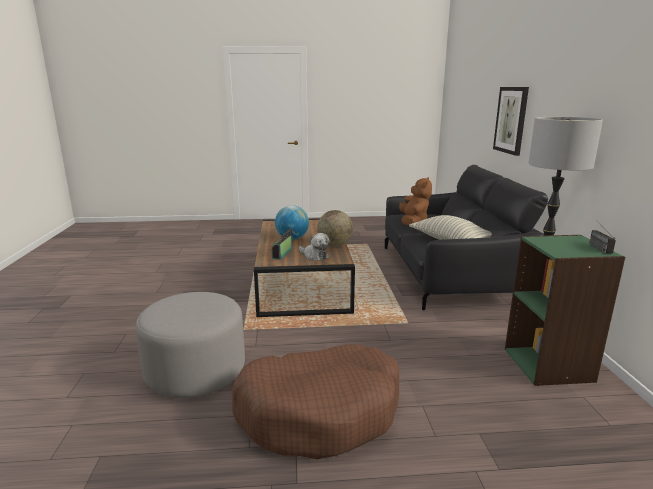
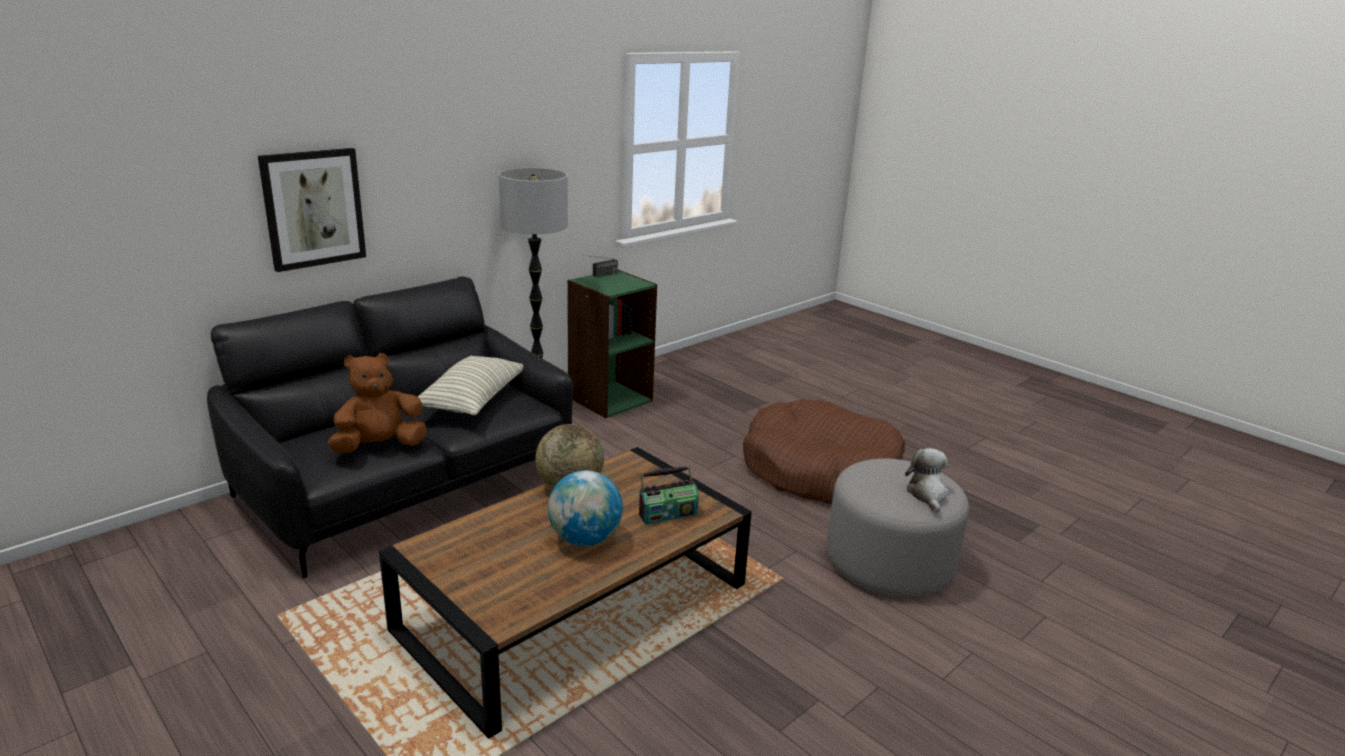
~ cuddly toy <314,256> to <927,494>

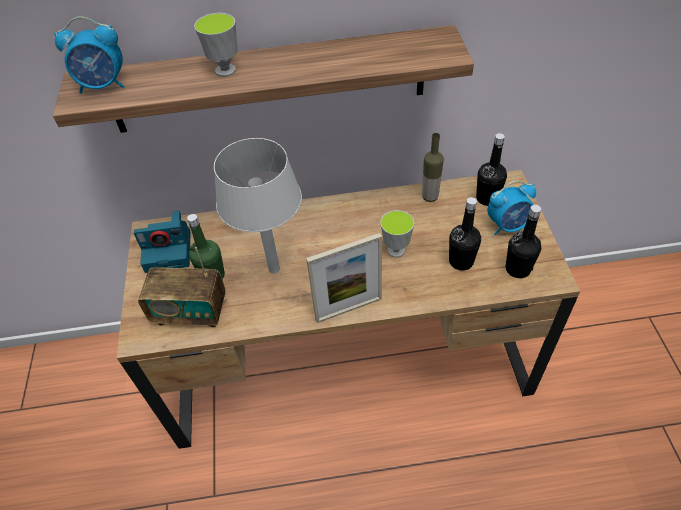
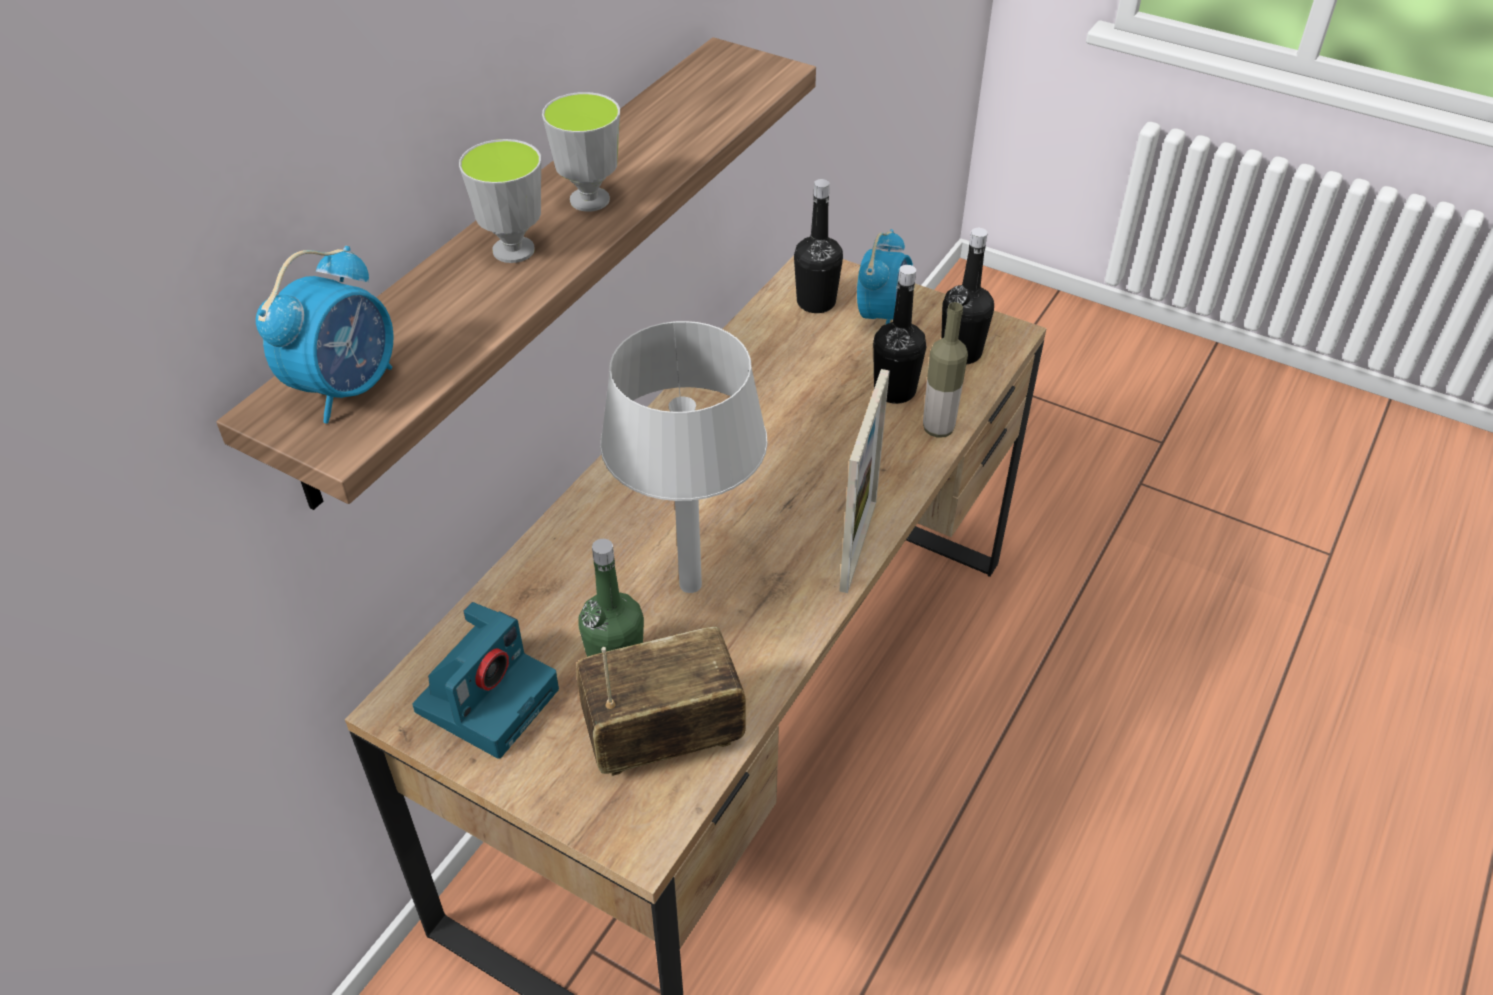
~ drinking cup <396,250> to <589,200>
~ radio <190,312> = <664,736> 150 degrees counterclockwise
~ beverage bottle <430,197> to <938,428>

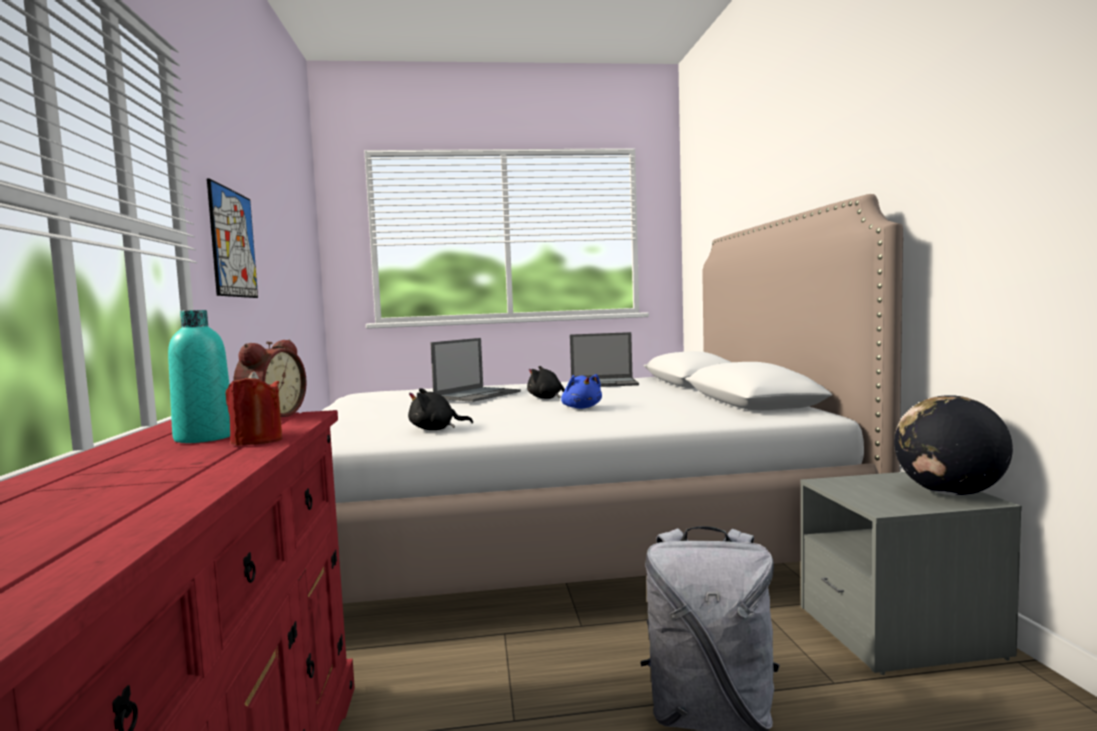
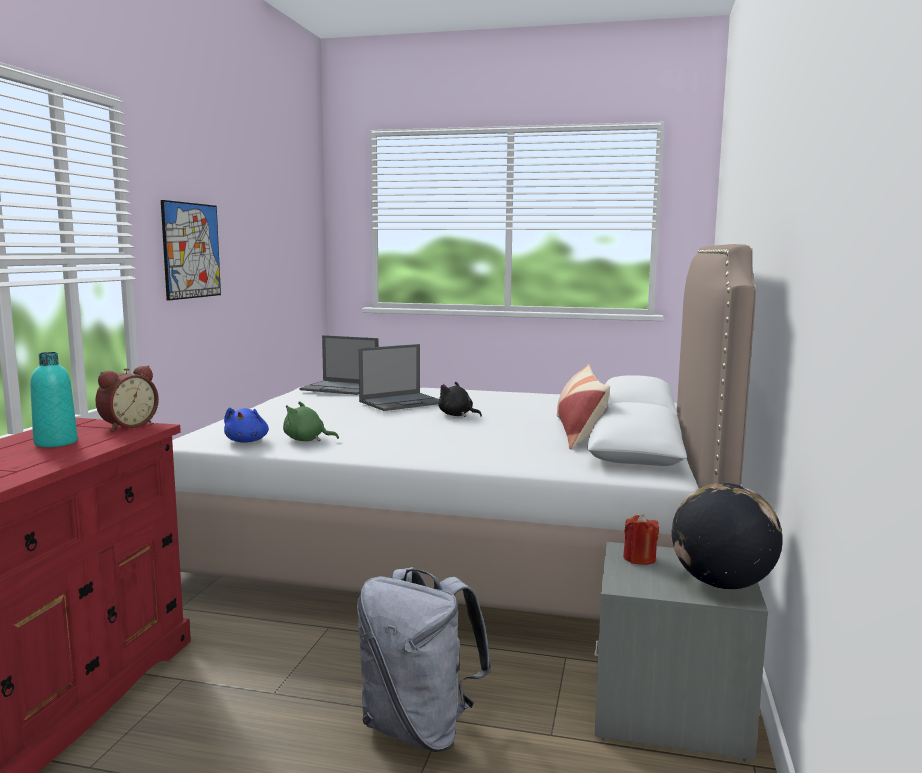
~ blue cuddly toy <581,408> to <247,441>
~ blackish cuddly toy <436,429> to greenish cuddly toy <306,440>
~ notebook computer <604,383> to <341,388>
+ throw pillow <579,432>
~ reddish wax candle <257,441> to <639,559>

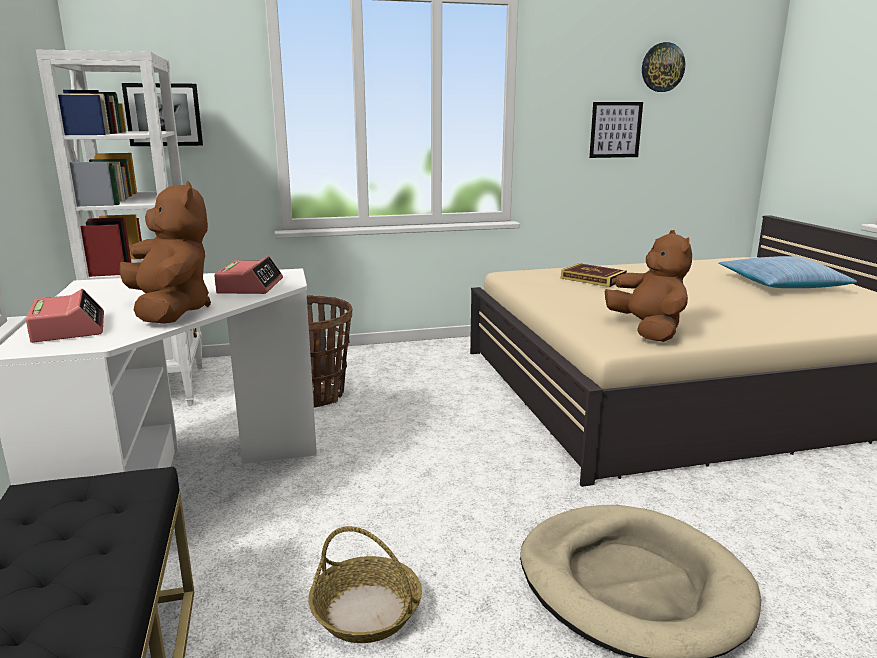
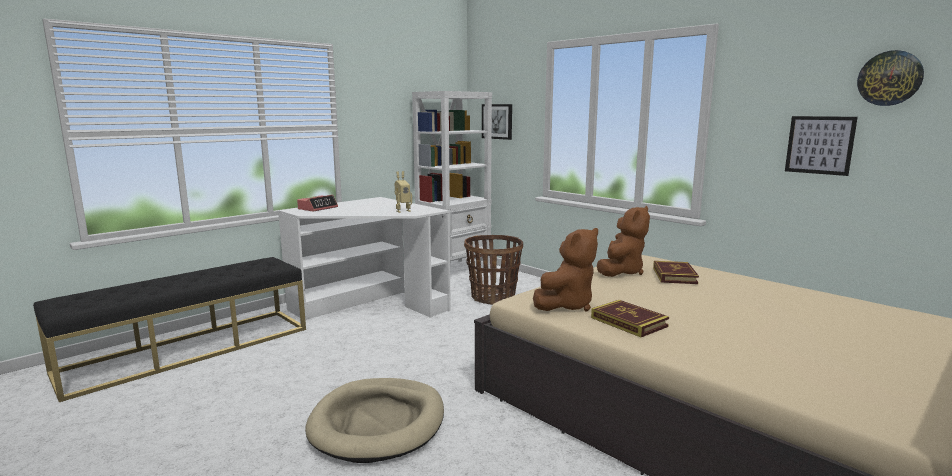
~ table clock <250,286> to toy robot <402,211>
+ book <629,322>
~ brownish cuddly toy <171,311> to <621,272>
- basket <365,611>
- throw pillow <781,285>

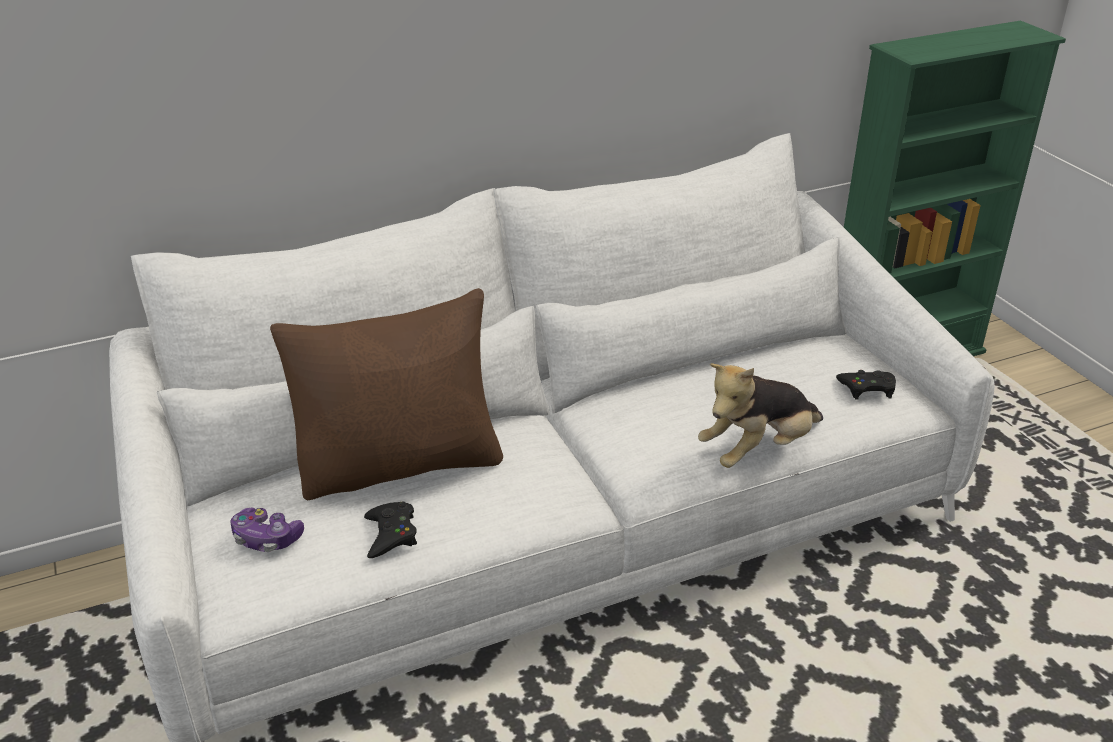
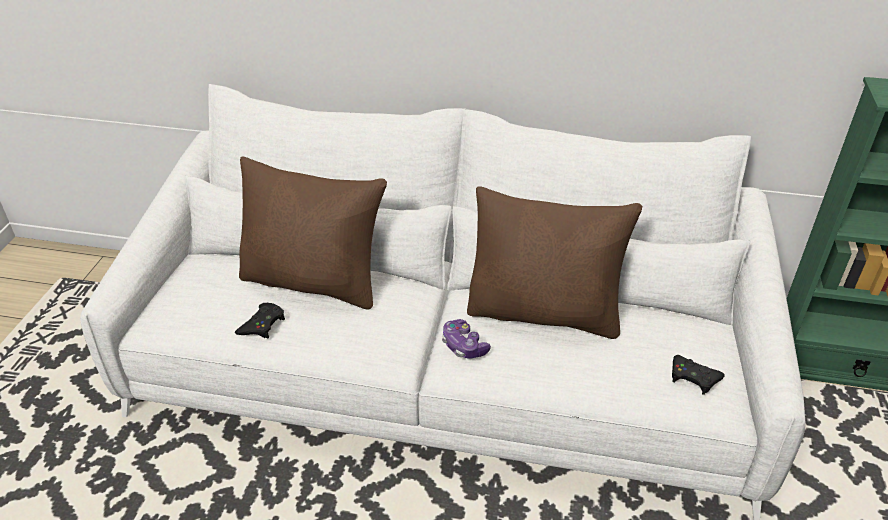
~ gamepad <267,539> to <463,346>
+ brownish throw pillow <545,312>
- cuddly toy <758,450>

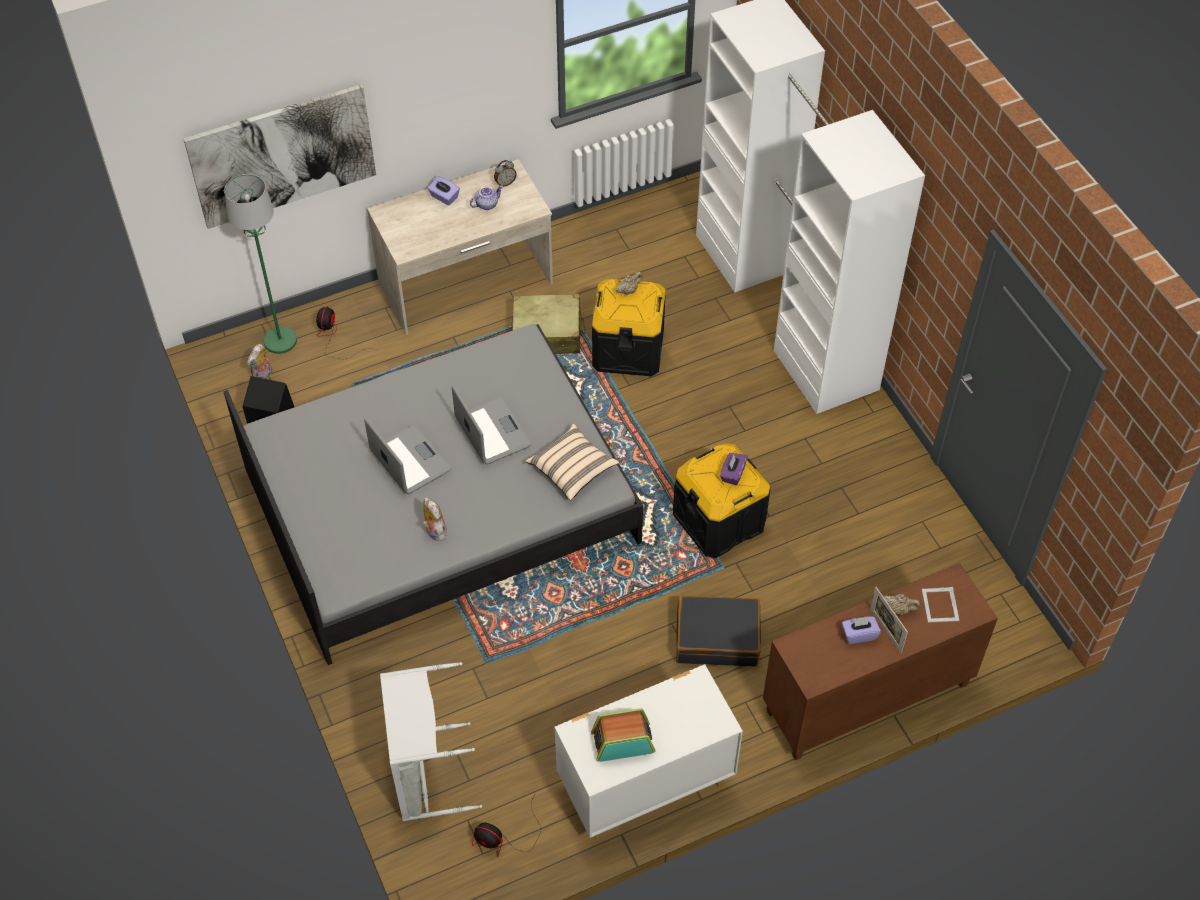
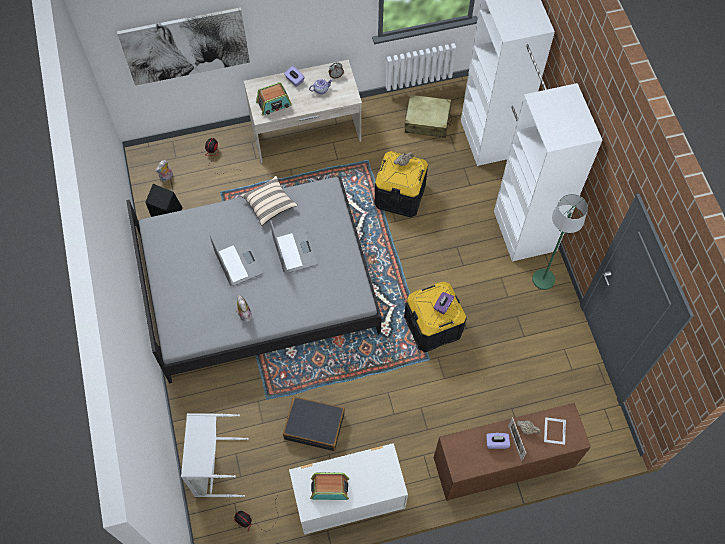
~ beige throw pillow <572,469> to <269,204>
+ radio <274,104>
~ blackish piece of luggage <717,637> to <314,426>
~ beige piece of luggage <547,333> to <427,121>
~ greenish floor lamp <280,340> to <543,279>

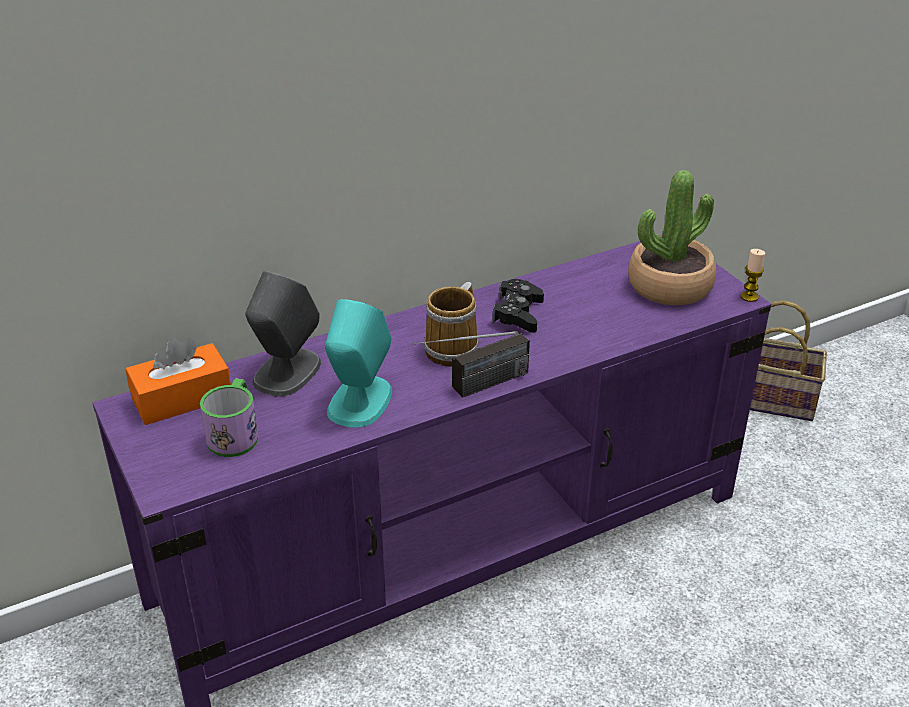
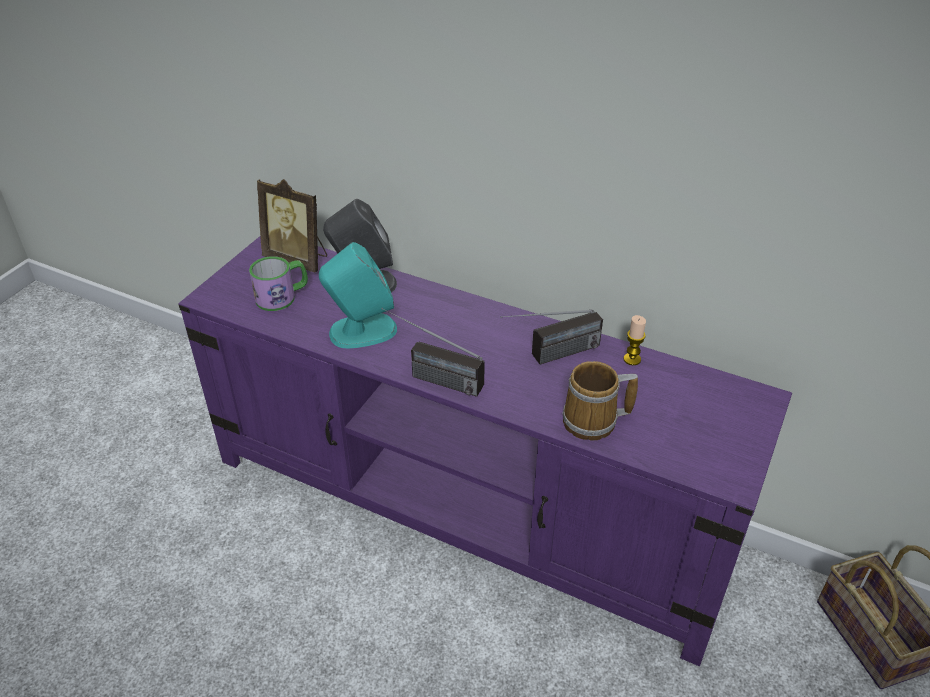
~ orange-coloured tissue holder <182,399> to picture frame <298,259>
~ blackish gamepad <518,313> to radio <550,356>
~ tea mug <455,348> to <593,422>
~ wax candle <749,297> to <632,359>
- plant in a pot <669,286>

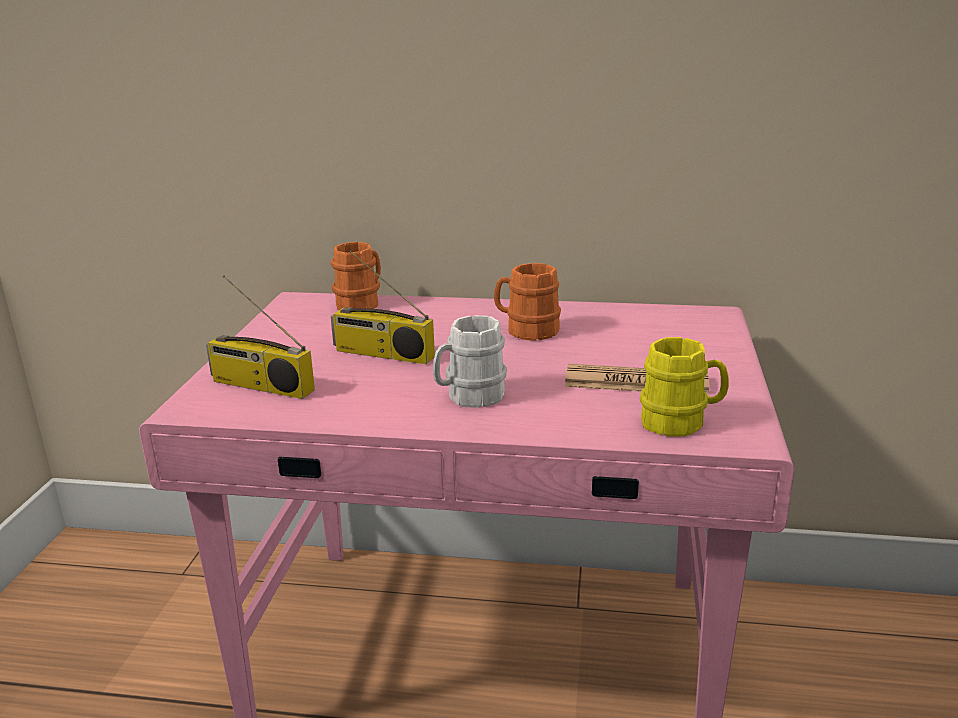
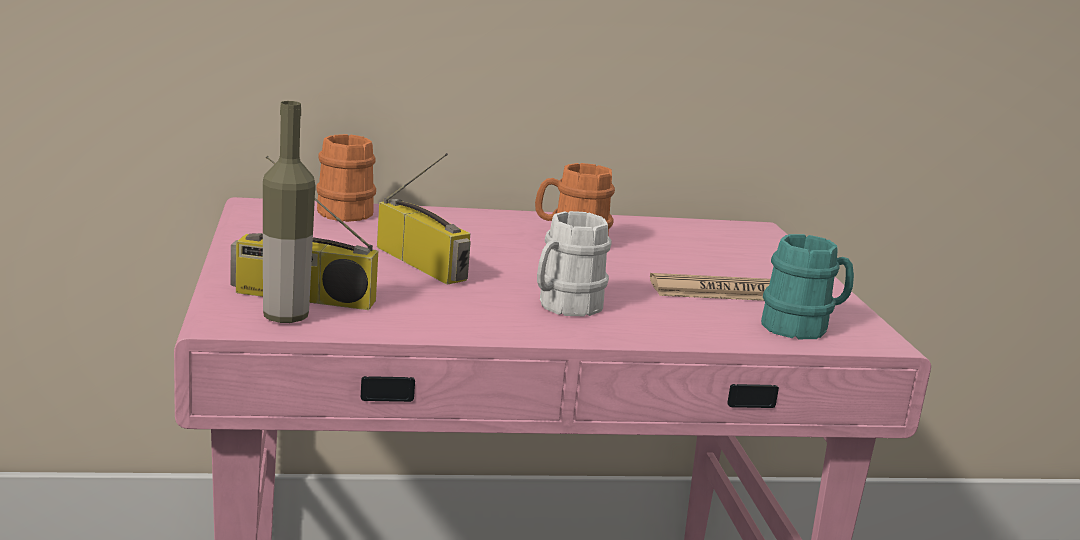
+ beverage bottle <285,317>
~ radio <382,354> = <423,264> 135 degrees counterclockwise
~ yellow-coloured tea mug <681,422> to turquoise tea mug <803,327>

